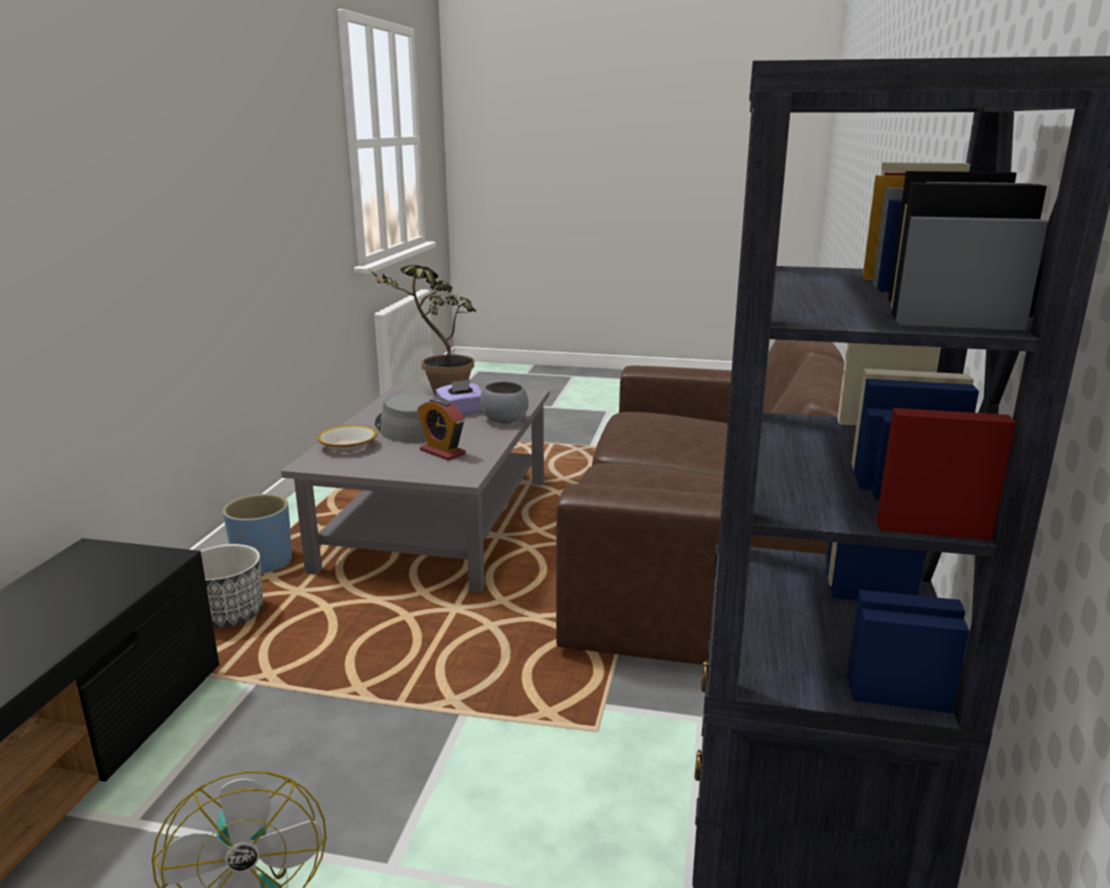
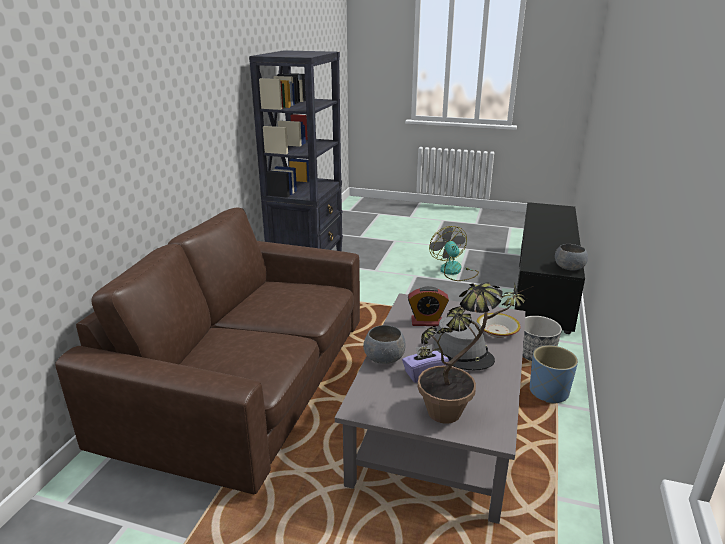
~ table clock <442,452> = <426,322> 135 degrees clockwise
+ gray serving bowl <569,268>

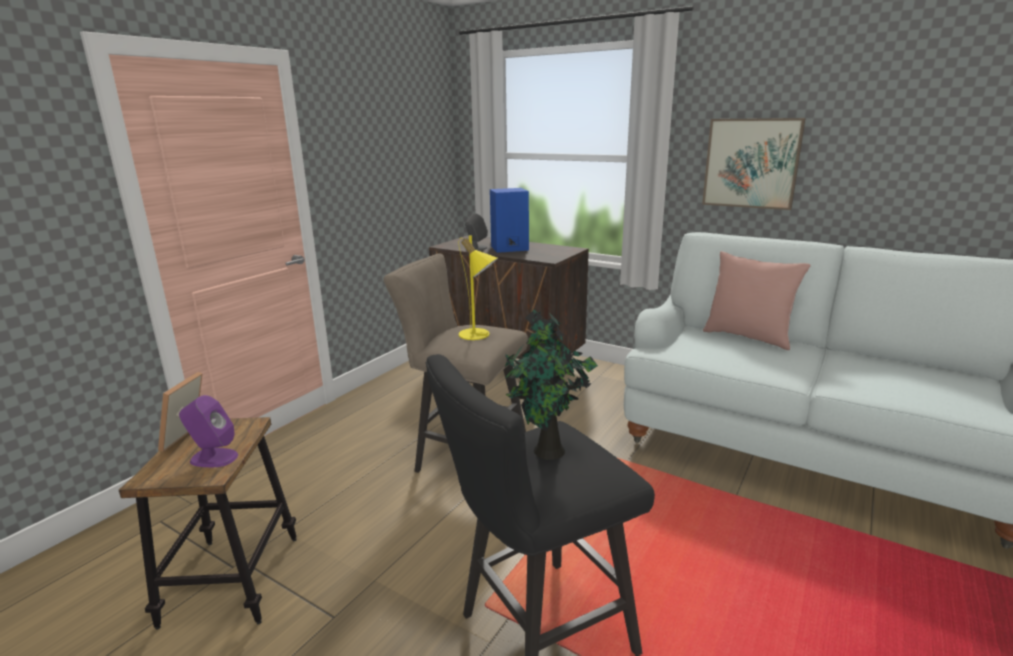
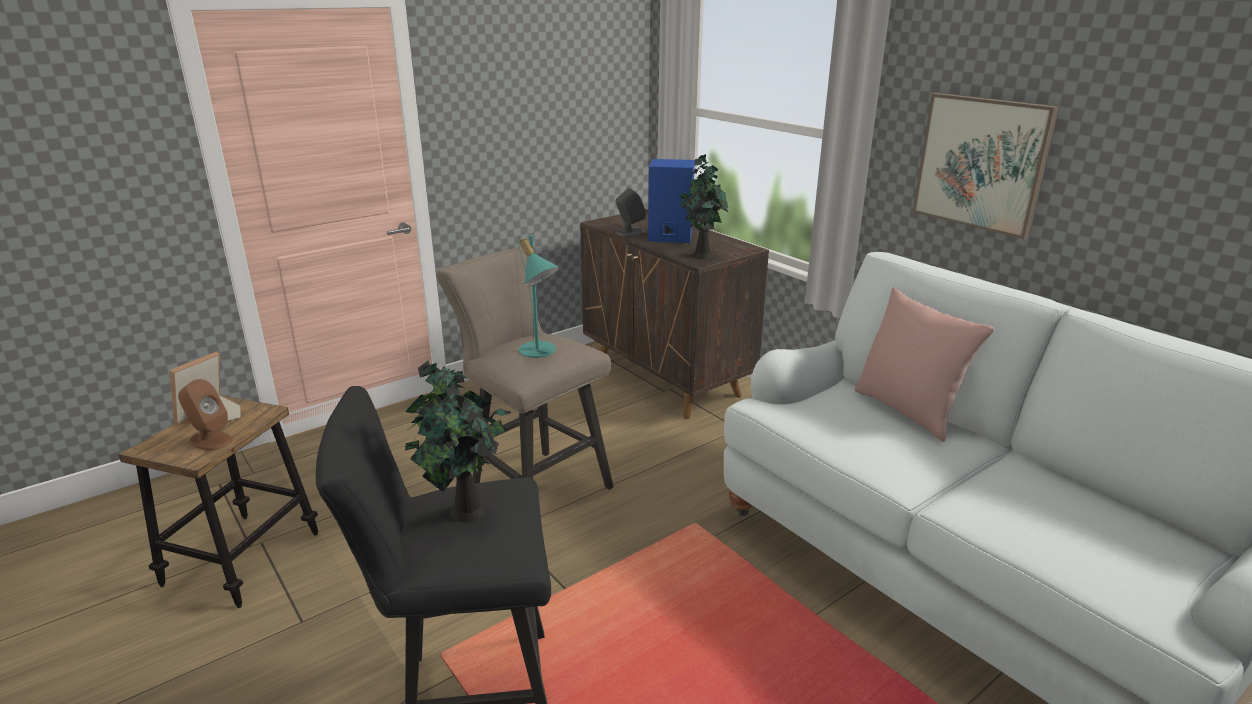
~ purplish loudspeaker <213,458> to brownish loudspeaker <210,440>
~ yellow-coloured lamp for a table <478,335> to turquoise lamp for a table <540,352>
+ plant in a pot <701,255>

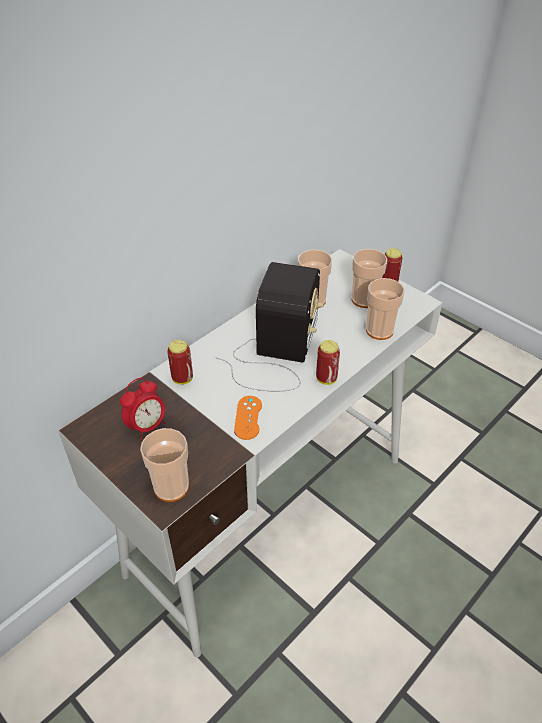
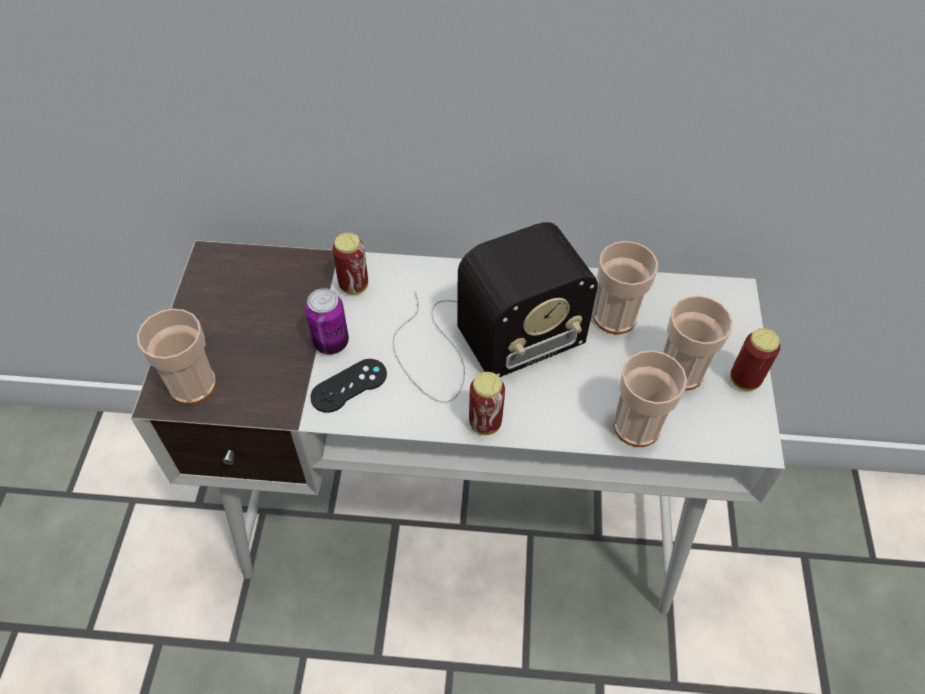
+ sealed can <331,342>
~ orange-coloured gamepad <248,417> to blackish gamepad <349,386>
- table clock <147,426>

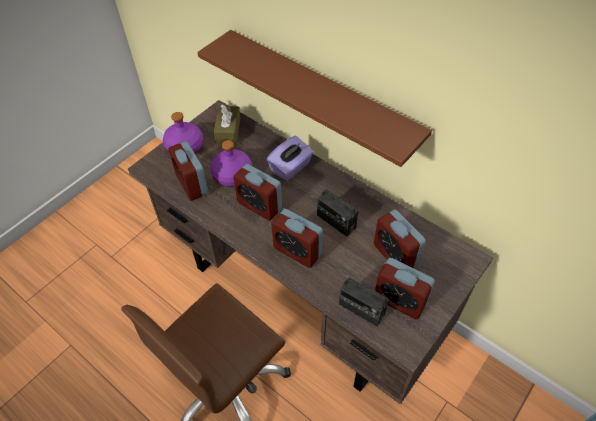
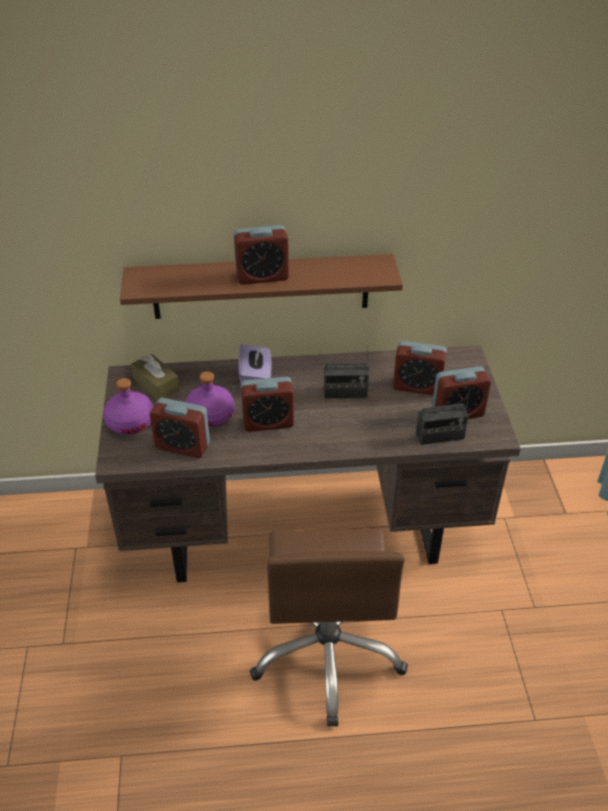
~ table clock <297,251> to <262,276>

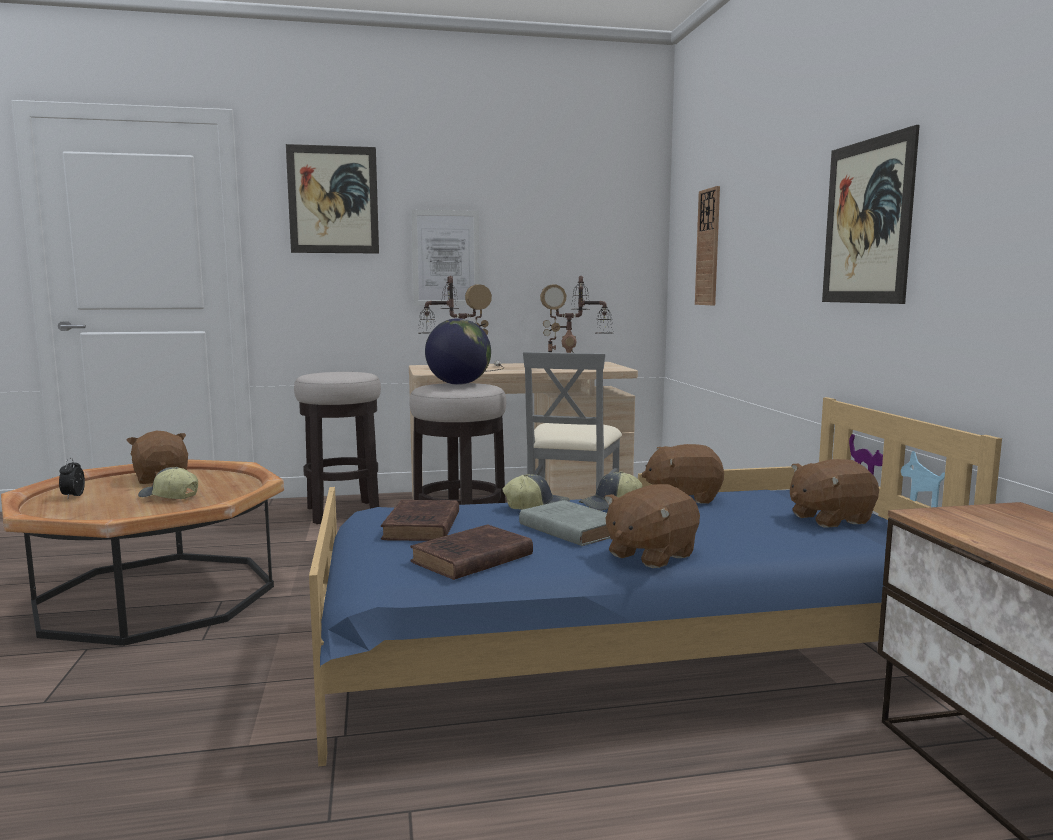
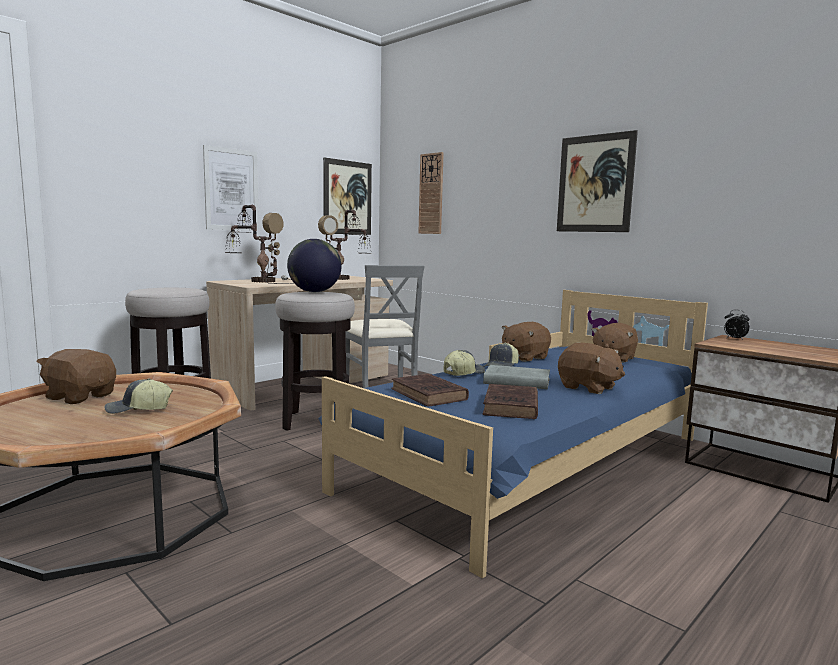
~ picture <333,200> to <347,197>
~ brownish cuddly toy <650,555> = <588,388> 60 degrees counterclockwise
~ table clock <73,497> to <734,339>

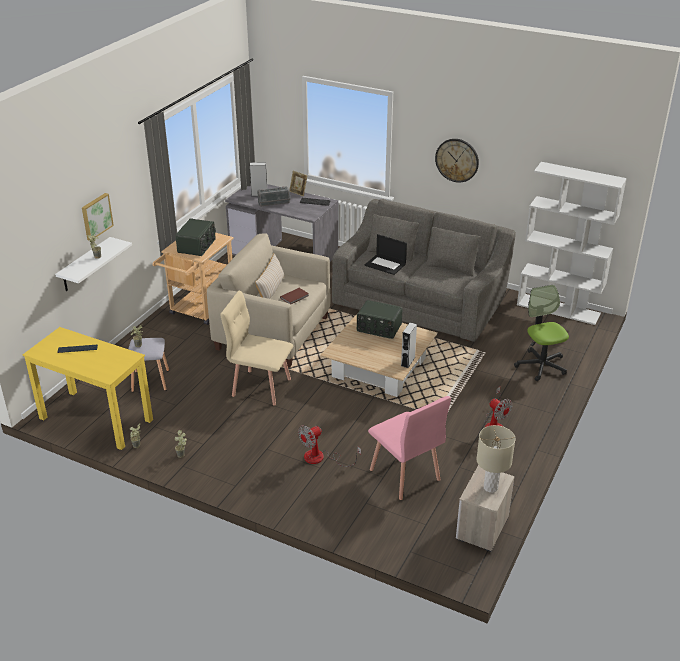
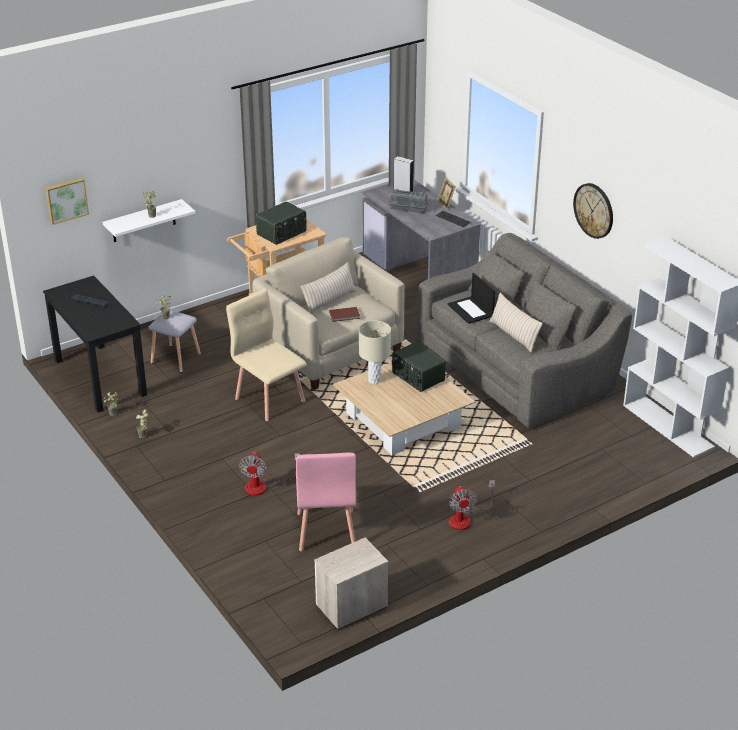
~ yellow-coloured desk unit <95,419> to blackish desk unit <99,377>
~ picture <96,216> to <66,200>
~ cooling fan <321,458> = <263,485> 75 degrees counterclockwise
~ beige lamp for a table <490,487> to <374,380>
+ beige throw pillow <514,335>
- gray loudspeaker <408,361>
- desk chair <541,365>

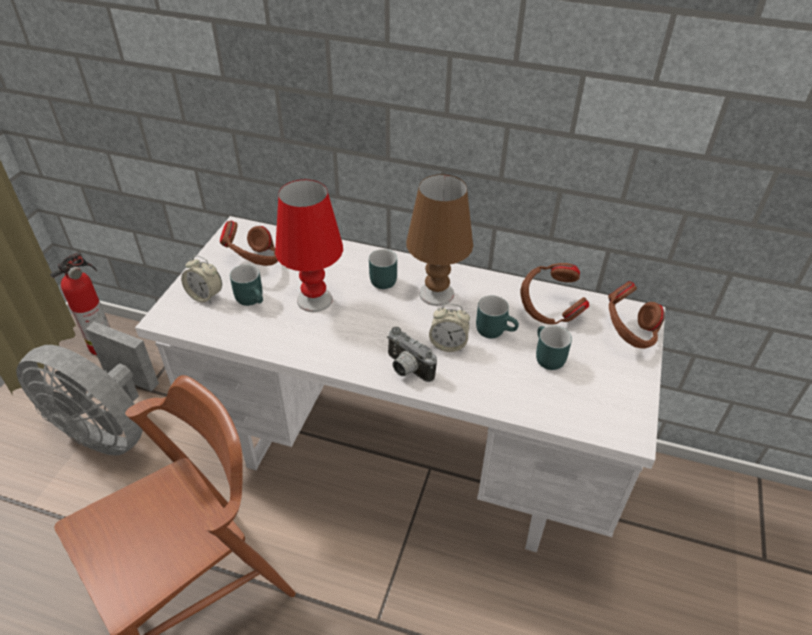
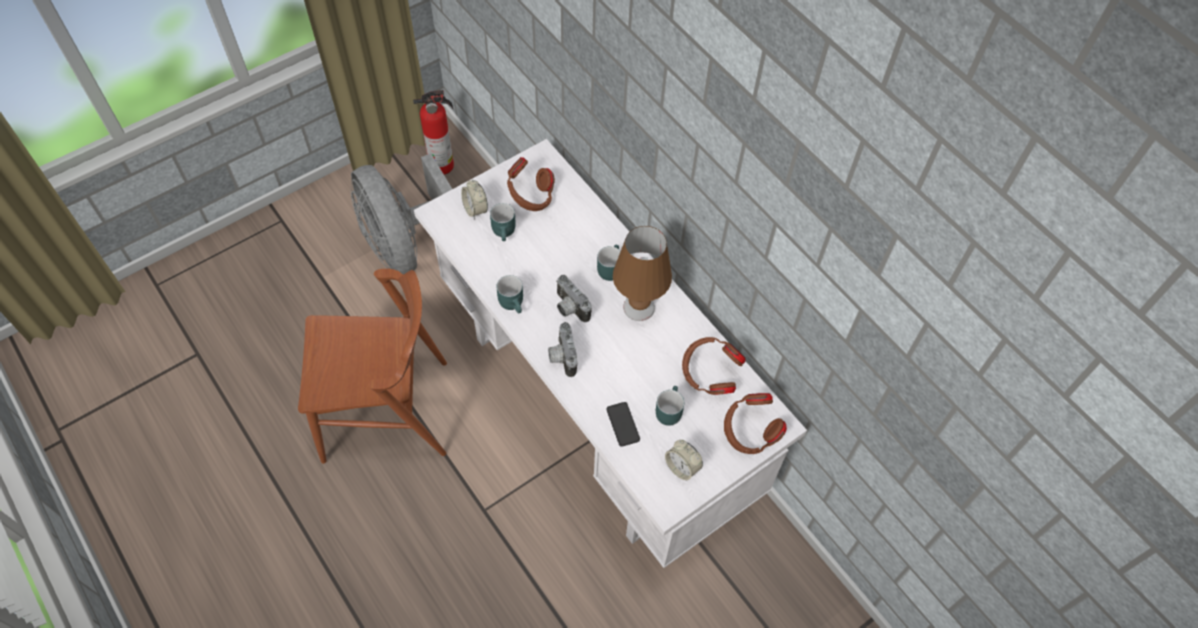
~ turquoise tea mug <495,329> to <514,303>
+ photo camera <569,308>
+ handset <623,424>
~ table clock <448,344> to <682,467>
- reddish lamp for a table <314,300>

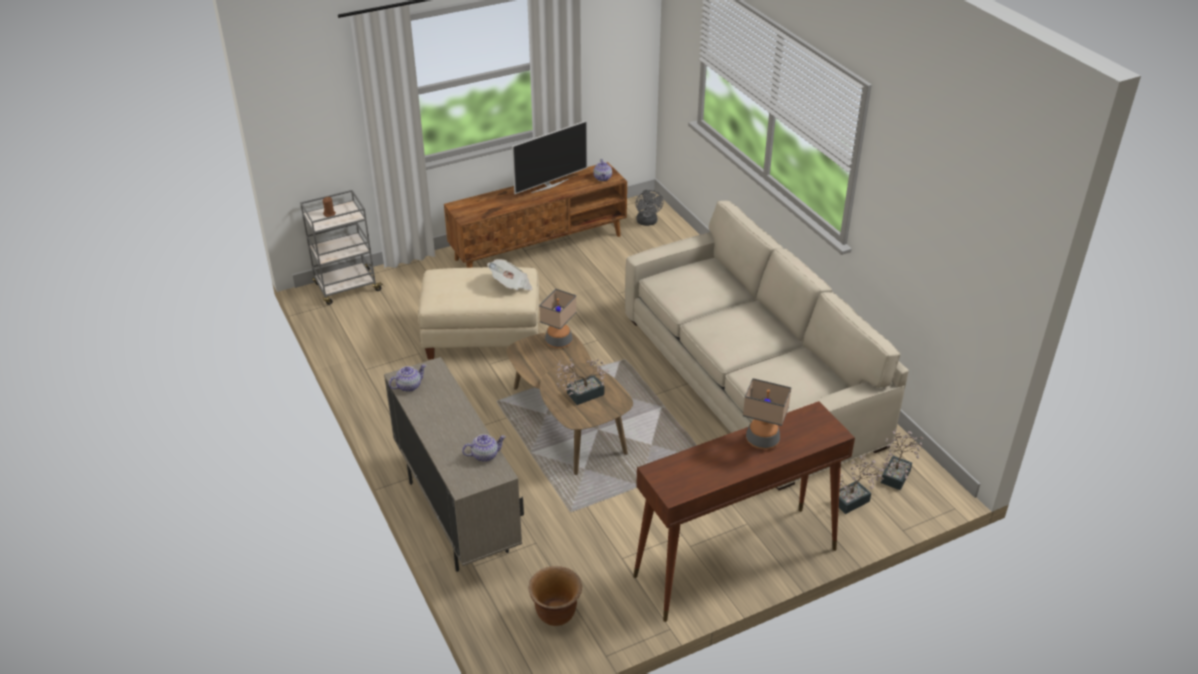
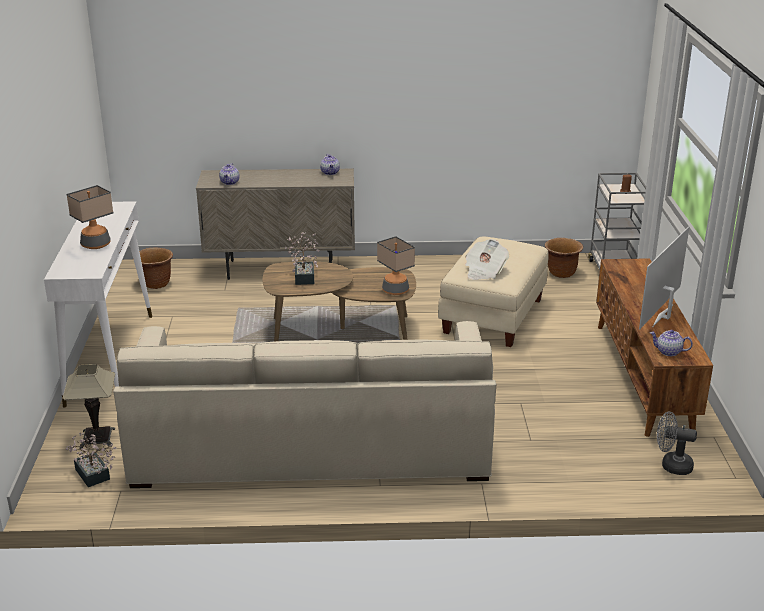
~ brownish narrow table <735,563> to white-coloured narrow table <110,358>
~ plant in a pot <854,499> to lamp for a table <97,438>
+ brownish planter <561,273>
~ TV set <549,185> = <664,316> 45 degrees clockwise

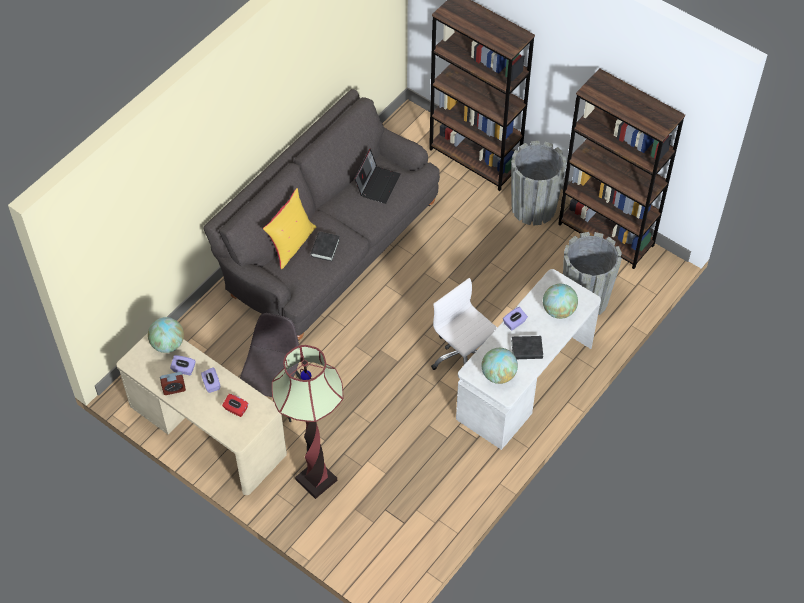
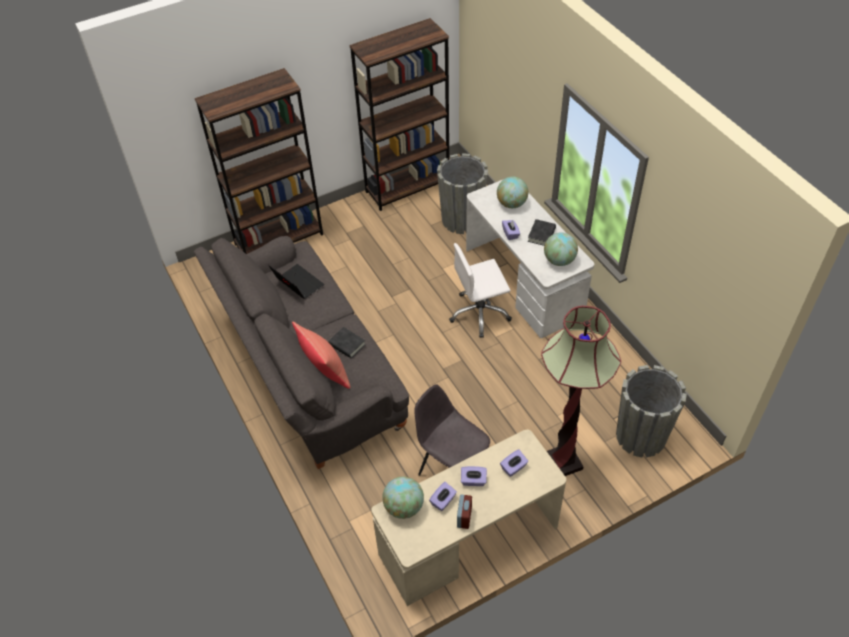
~ yellow-coloured throw pillow <291,244> to reddish throw pillow <324,371>
~ reddish tissue holder <236,409> to purplish tissue holder <513,467>
~ gray planter <533,208> to <640,436>

